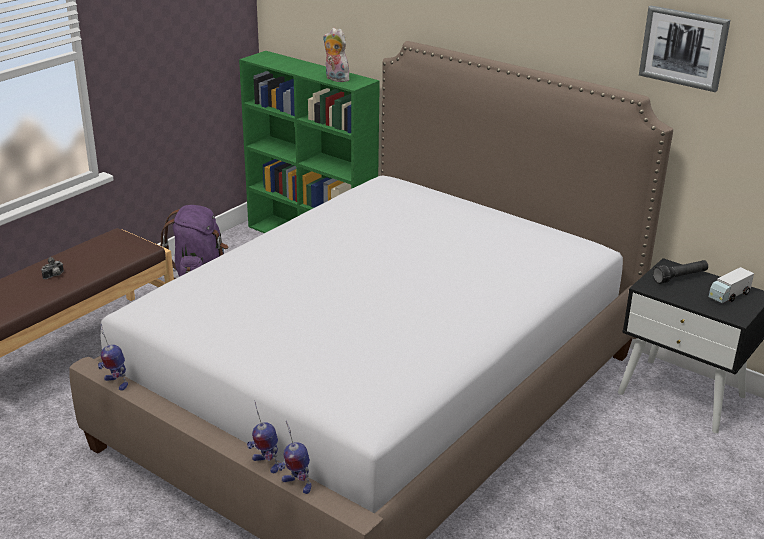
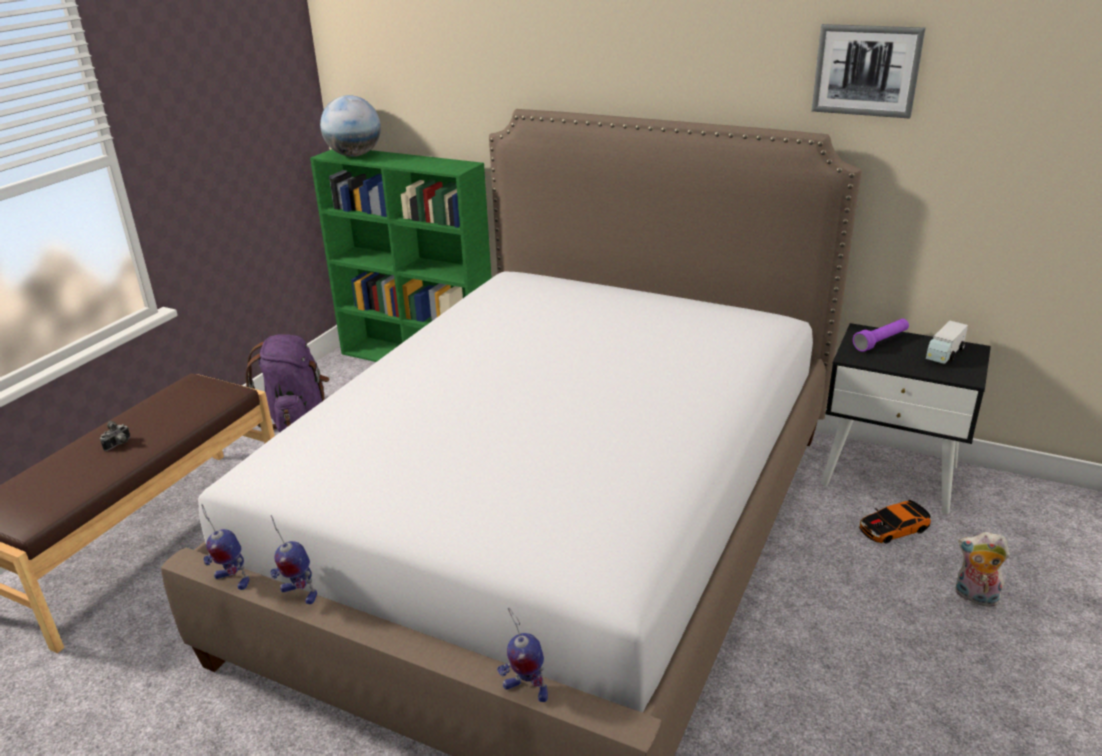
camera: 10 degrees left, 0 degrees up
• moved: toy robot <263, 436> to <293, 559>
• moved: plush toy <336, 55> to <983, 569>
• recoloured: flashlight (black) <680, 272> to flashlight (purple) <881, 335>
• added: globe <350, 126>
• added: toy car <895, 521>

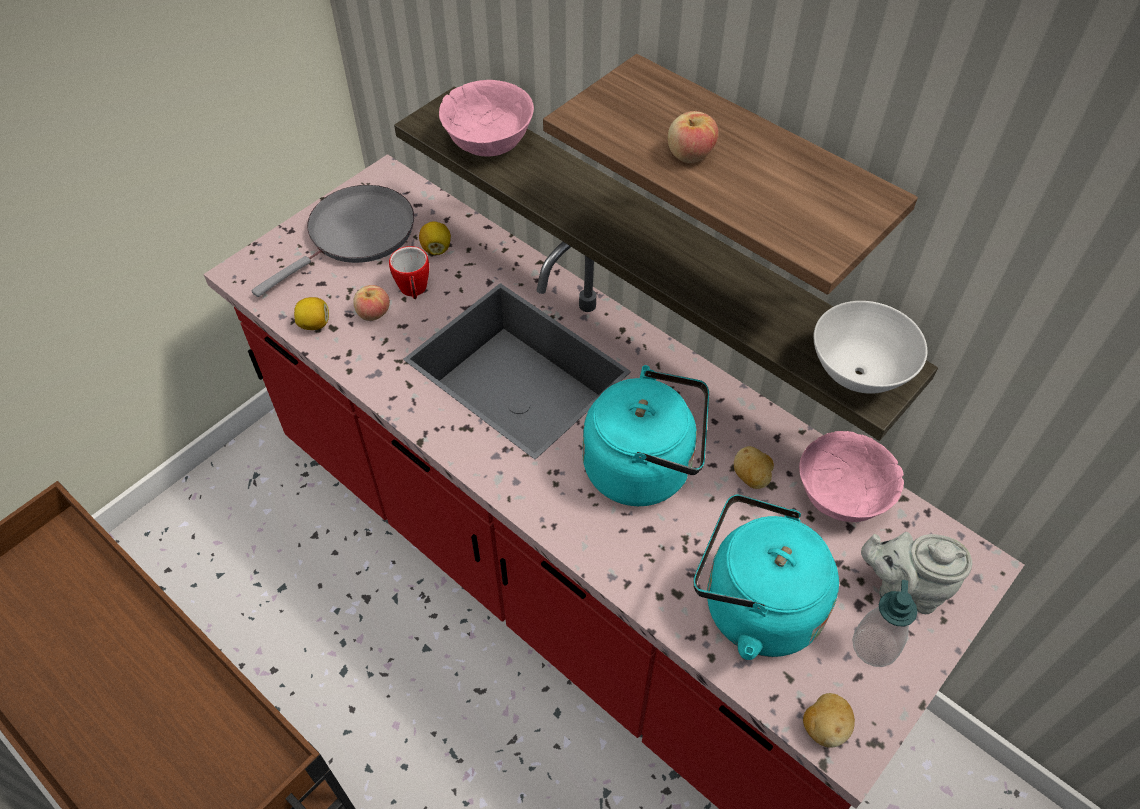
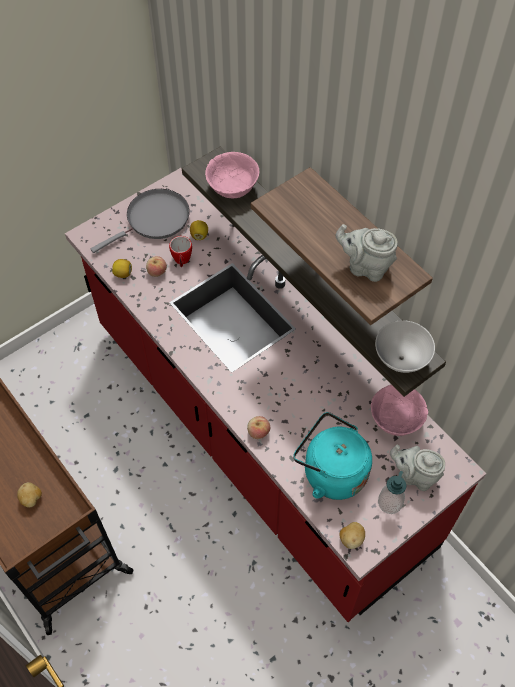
camera: 10 degrees right, 5 degrees up
• removed: kettle (turquoise) <646, 435>
• moved: apple <693, 137> to <258, 427>
• moved: potato <754, 467> to <29, 494>
• added: teapot (grey) <367, 253>

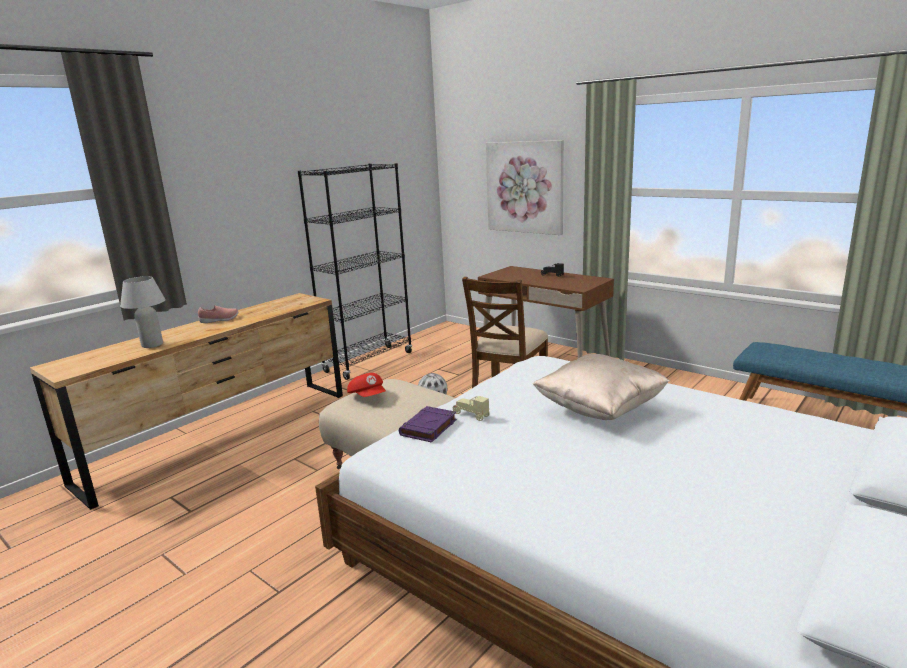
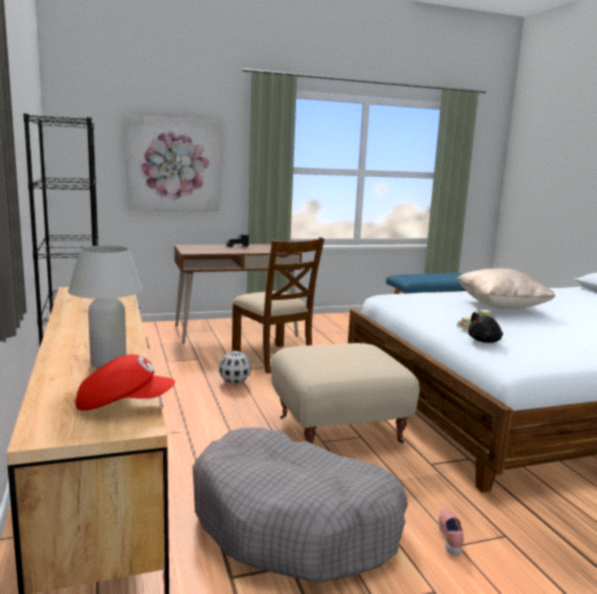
camera: 60 degrees left, 5 degrees down
• moved: shoe (pink) <218, 314> to <451, 532>
• moved: cap (red) <366, 385> to <125, 382>
• replaced: book (purple) <428, 424> to plush toy (black) <485, 327>
• added: dog bed (grey) <300, 505>

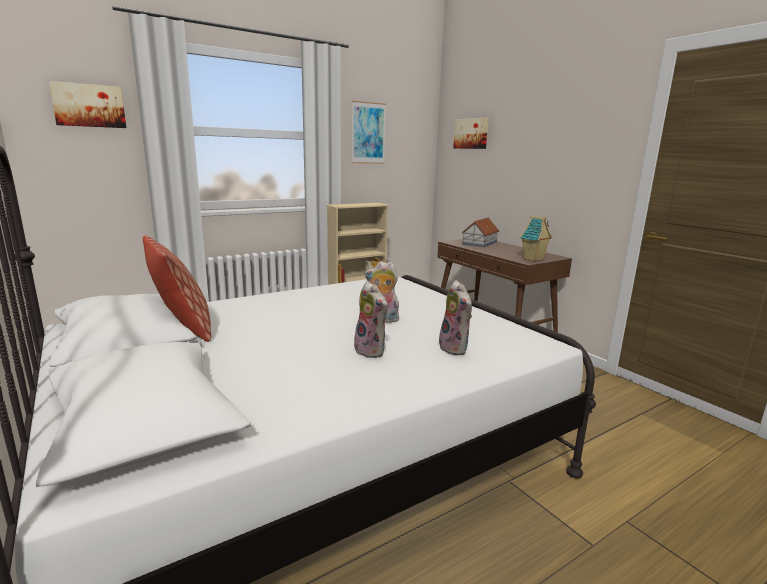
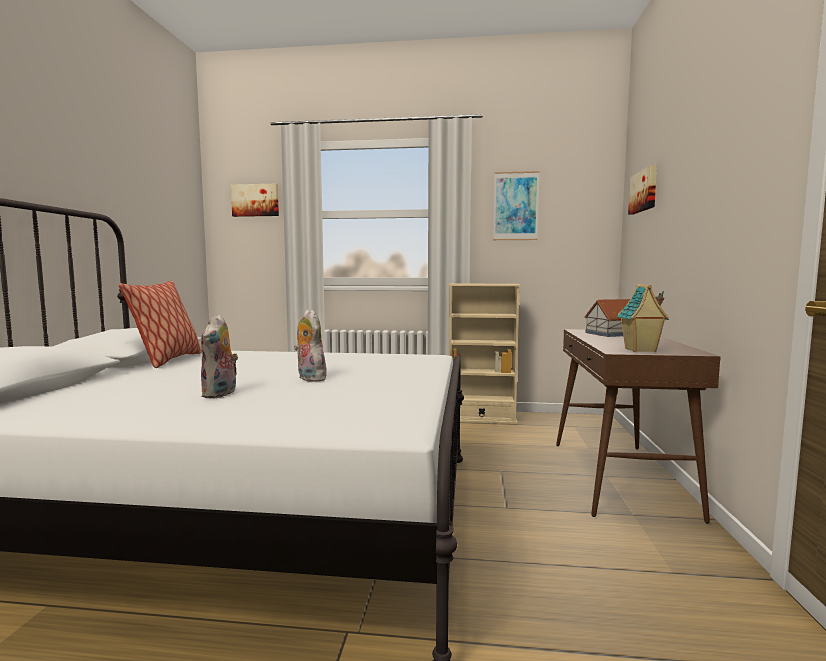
camera: 40 degrees right, 10 degrees down
• removed: plush toy <455, 317>

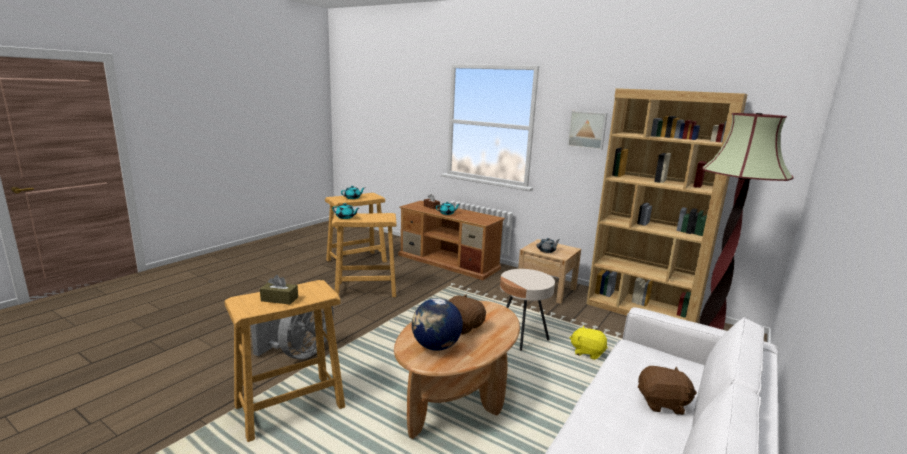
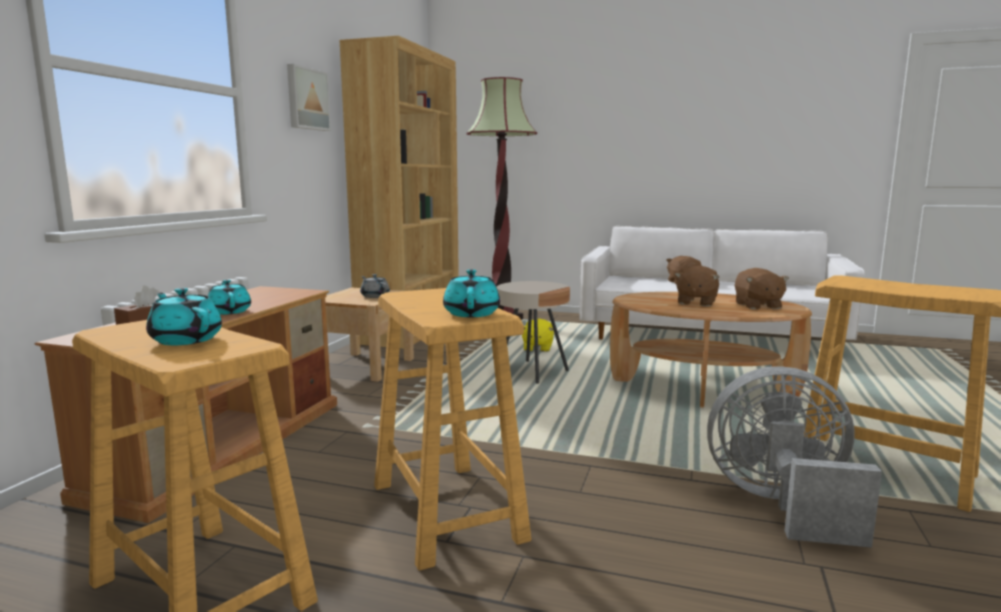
camera: 105 degrees left, 5 degrees down
• removed: tissue box (brown) <279, 290>
• replaced: globe <437, 324> to plush toy (brown) <762, 289>

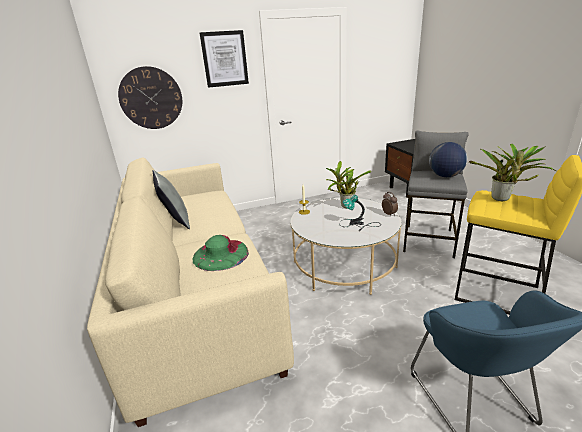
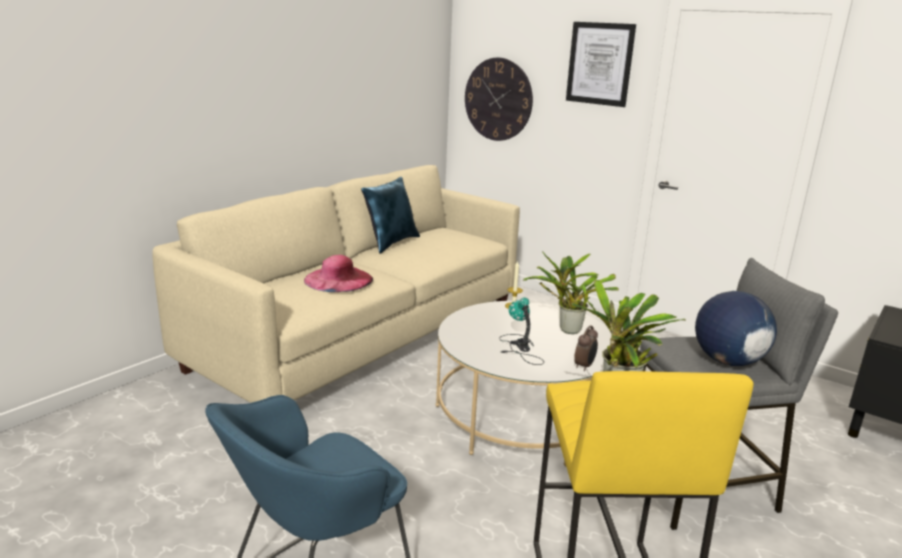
camera: 55 degrees right, 5 degrees down
• recoloured: pillow (grey) <171, 199> to pillow (blue) <390, 215>
• recoloured: hat (green) <220, 253> to hat (pink) <338, 273>

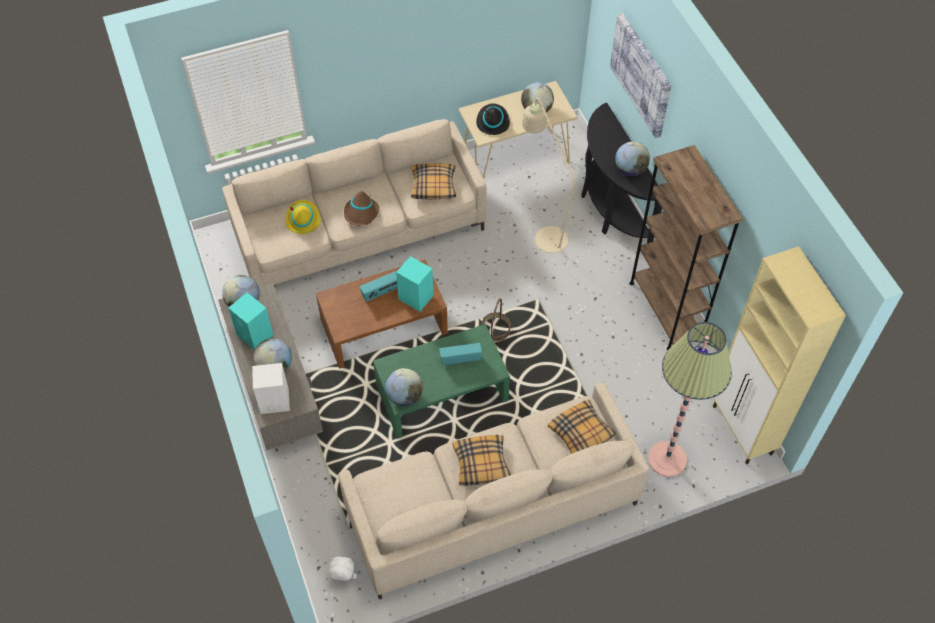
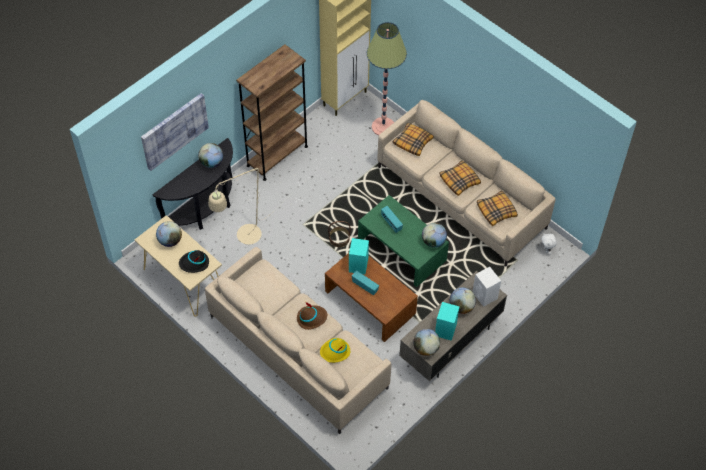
camera: 115 degrees left, 0 degrees up
• moved: pillow <433, 181> to <497, 208>

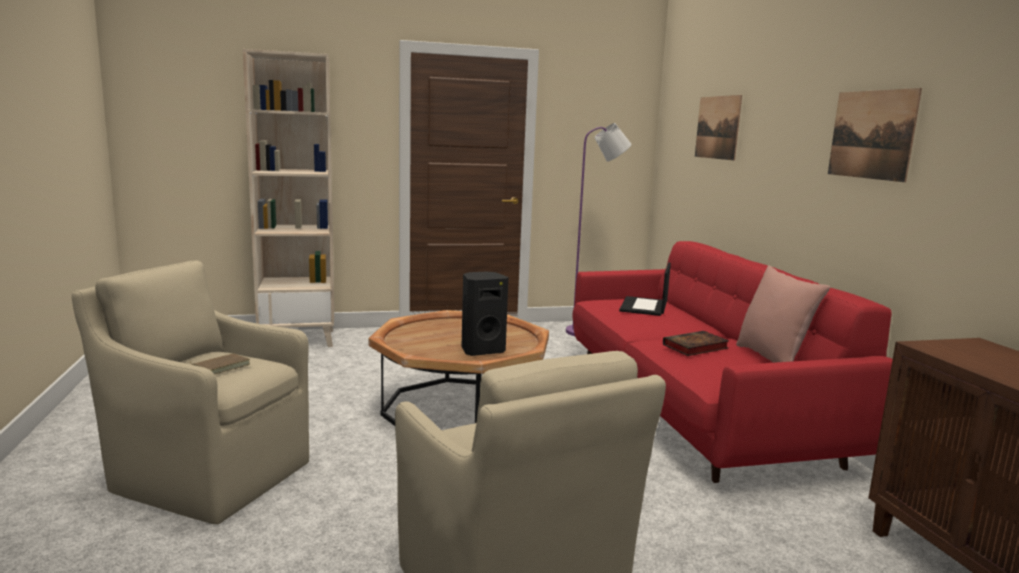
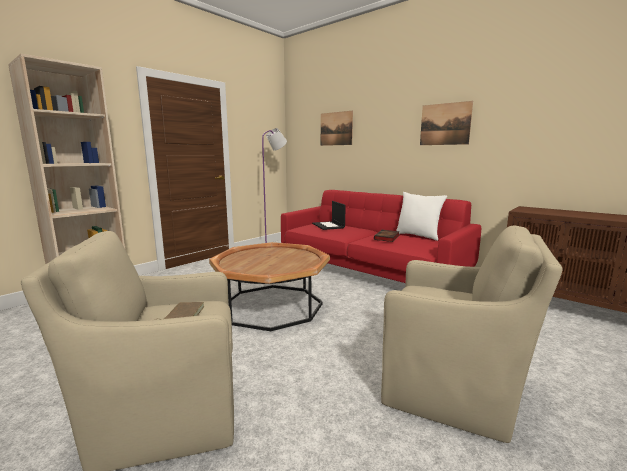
camera: 35 degrees left, 0 degrees up
• removed: speaker (black) <485, 314>
• recoloured: pillow (pink) <783, 314> to pillow (white) <421, 216>

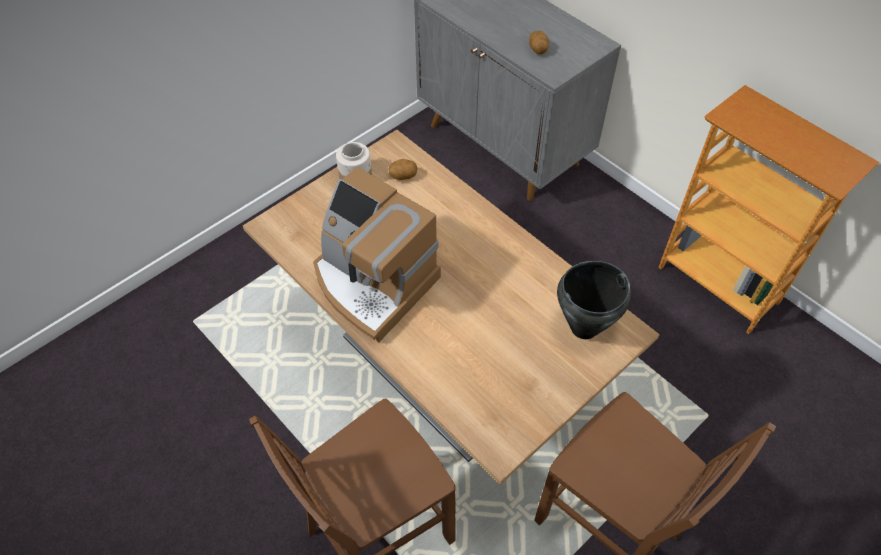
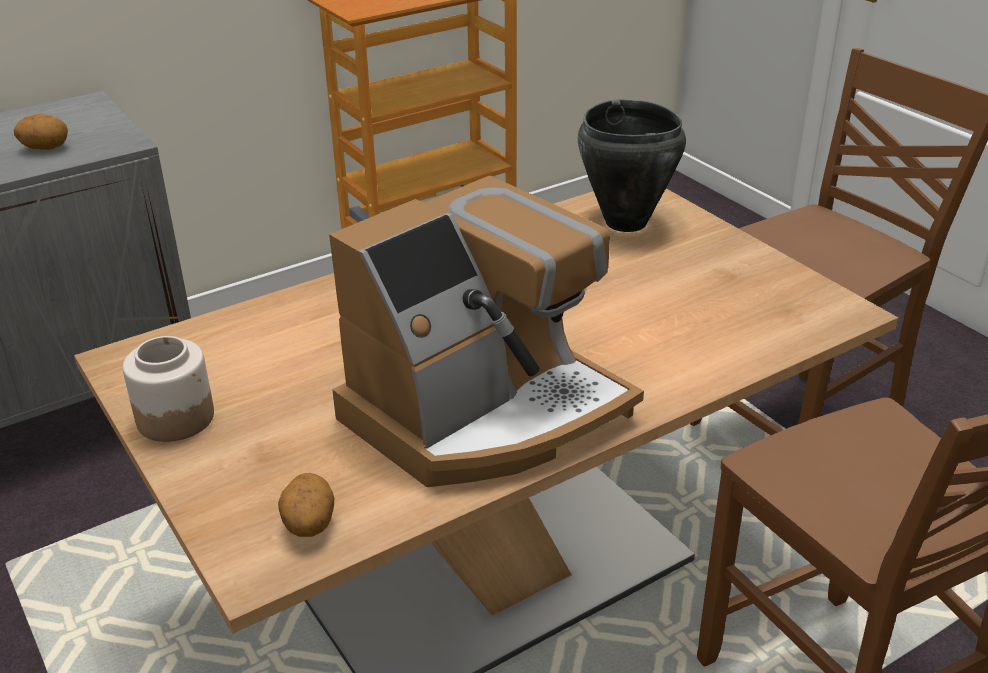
camera: 80 degrees left, 20 degrees down
• moved: potato <403, 169> to <306, 505>

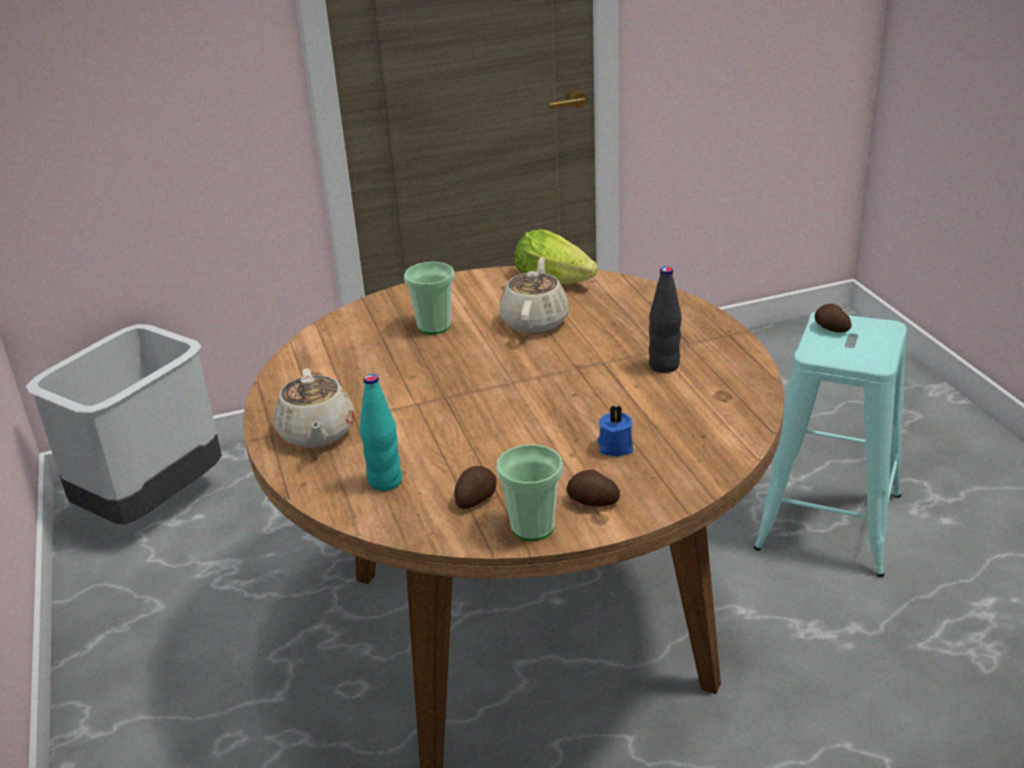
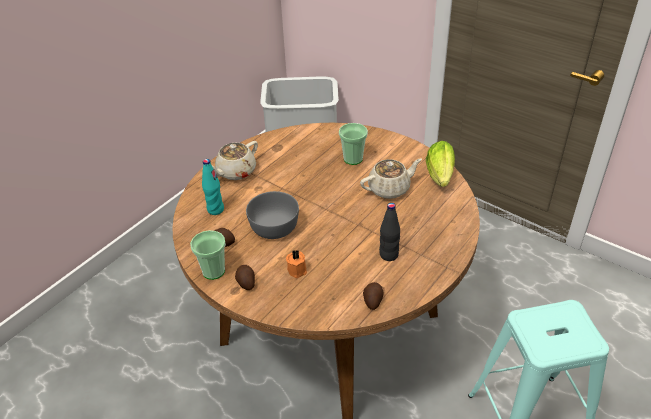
camera: 55 degrees right, 10 degrees up
• recoloured: candle (blue) <615, 430> to candle (orange) <296, 264>
• moved: potato <833, 318> to <373, 296>
• added: bowl (grey) <272, 215>

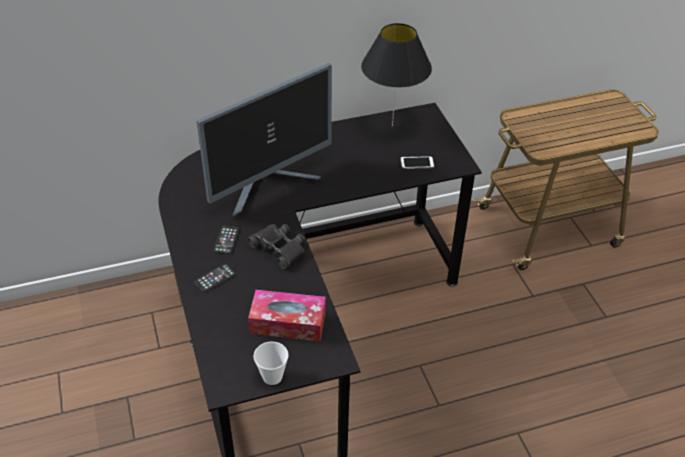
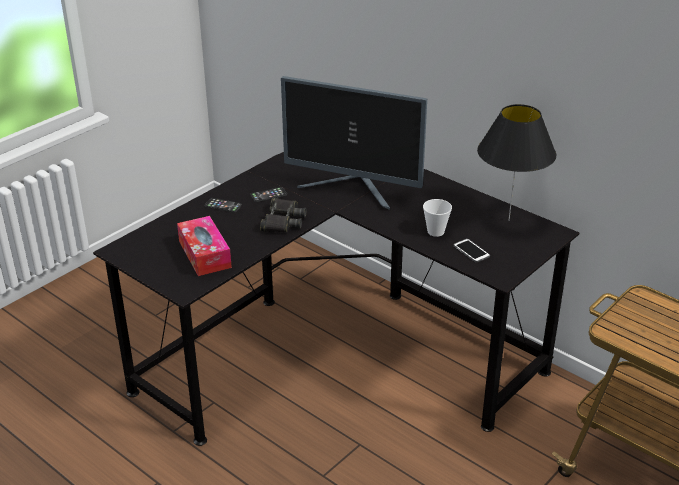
camera: 60 degrees right, 10 degrees down
• moved: cup <271, 363> to <437, 218>

